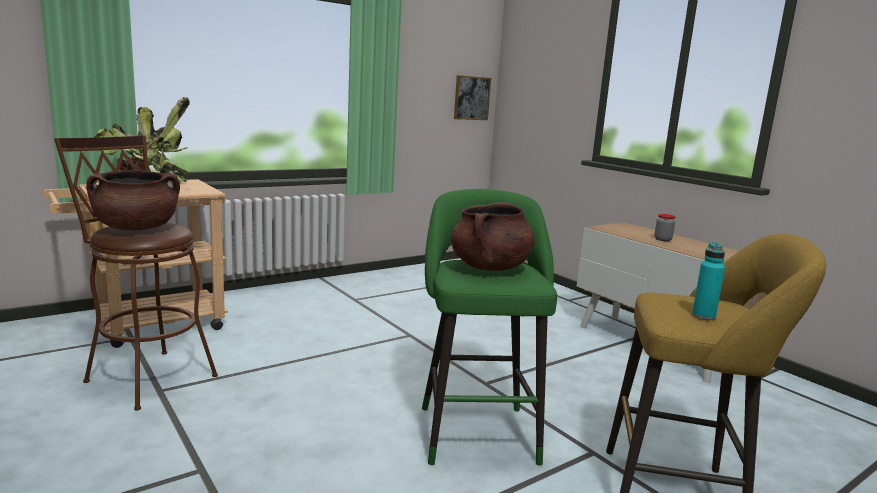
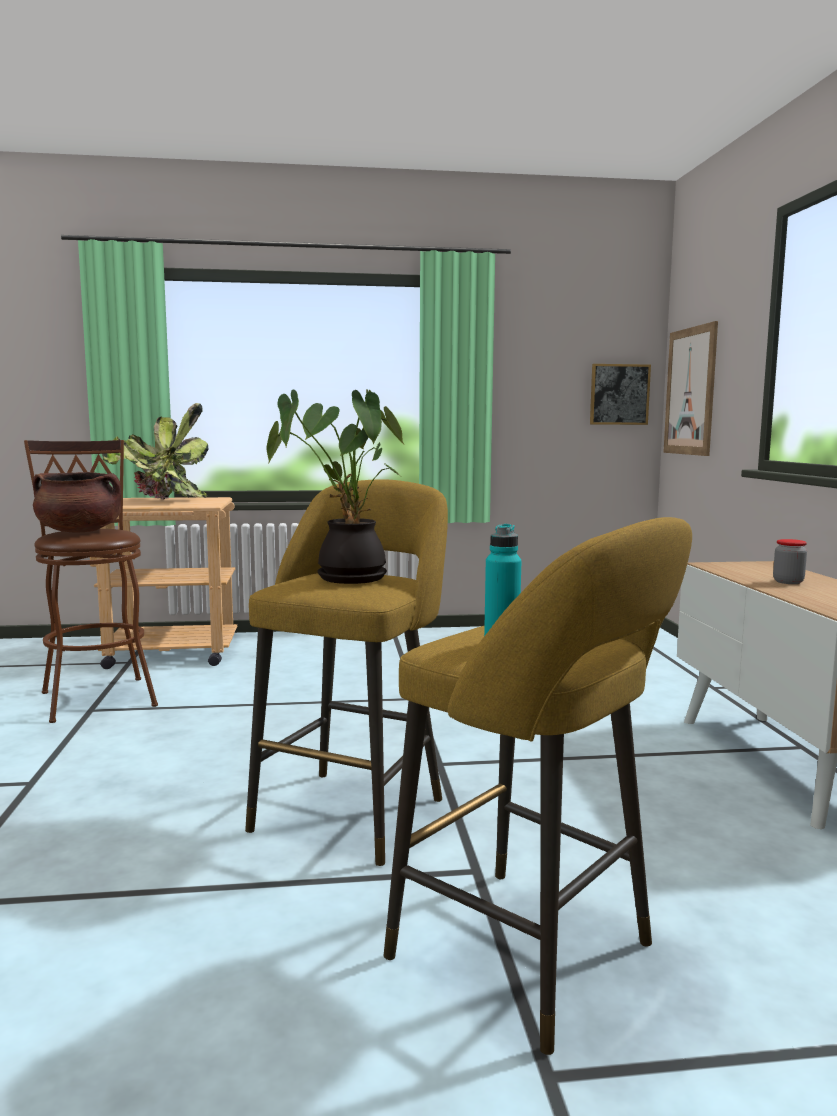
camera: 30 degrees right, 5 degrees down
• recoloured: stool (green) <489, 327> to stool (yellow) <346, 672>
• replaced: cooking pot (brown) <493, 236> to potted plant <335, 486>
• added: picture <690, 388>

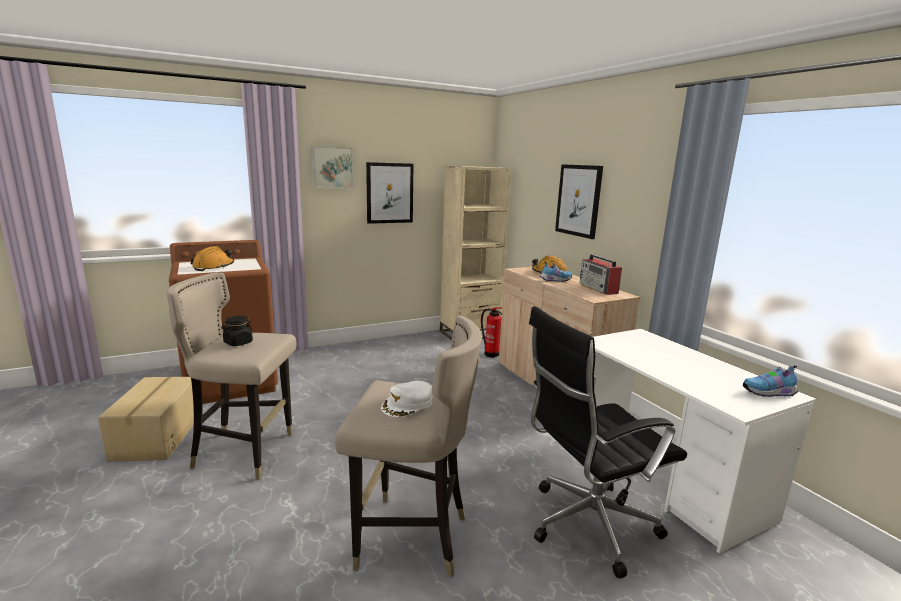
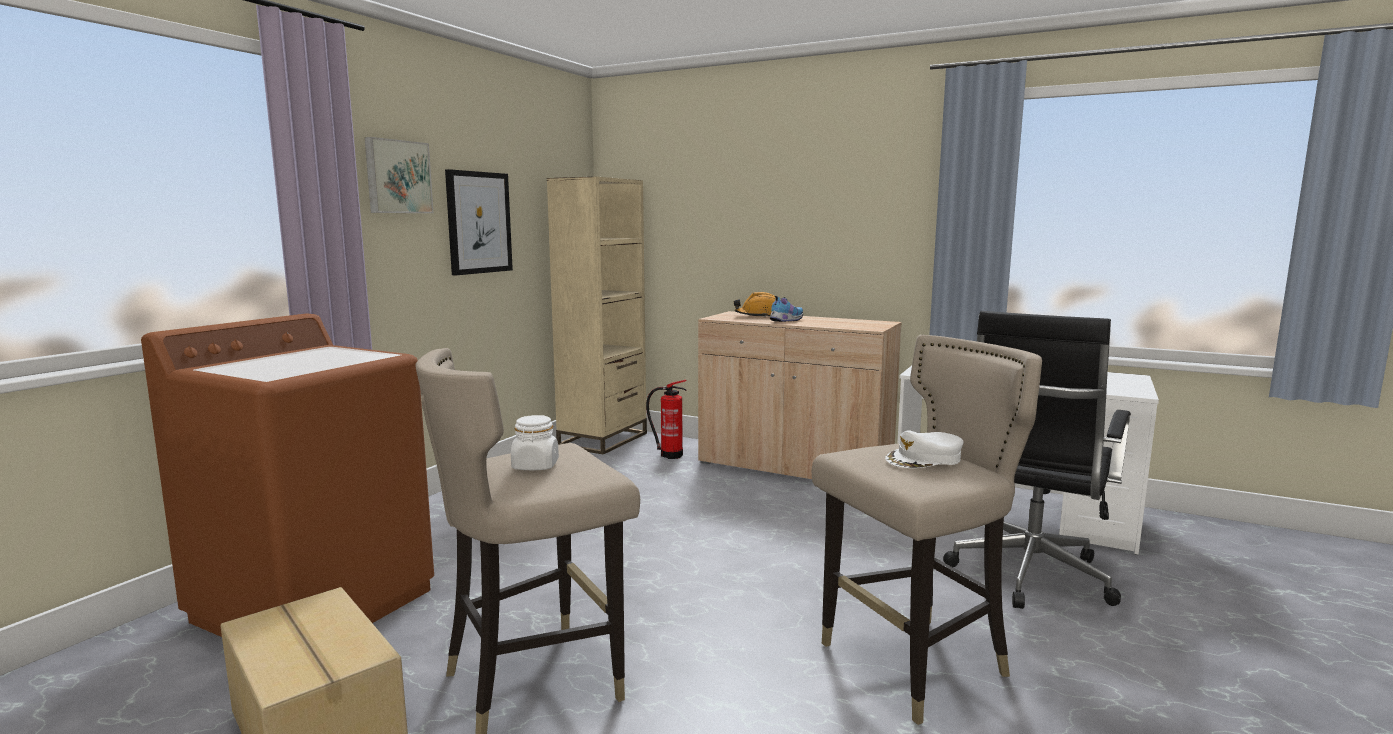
camera: 35 degrees left, 5 degrees down
• removed: hard hat (orange) <212, 258>
• recoloured: jar (black) <237, 331> to jar (white) <535, 442>
• turned: cap (white) <406, 399> = <924, 449> 60 degrees clockwise
• removed: picture <579, 201>
• removed: radio <601, 274>
• removed: shoe <770, 381>

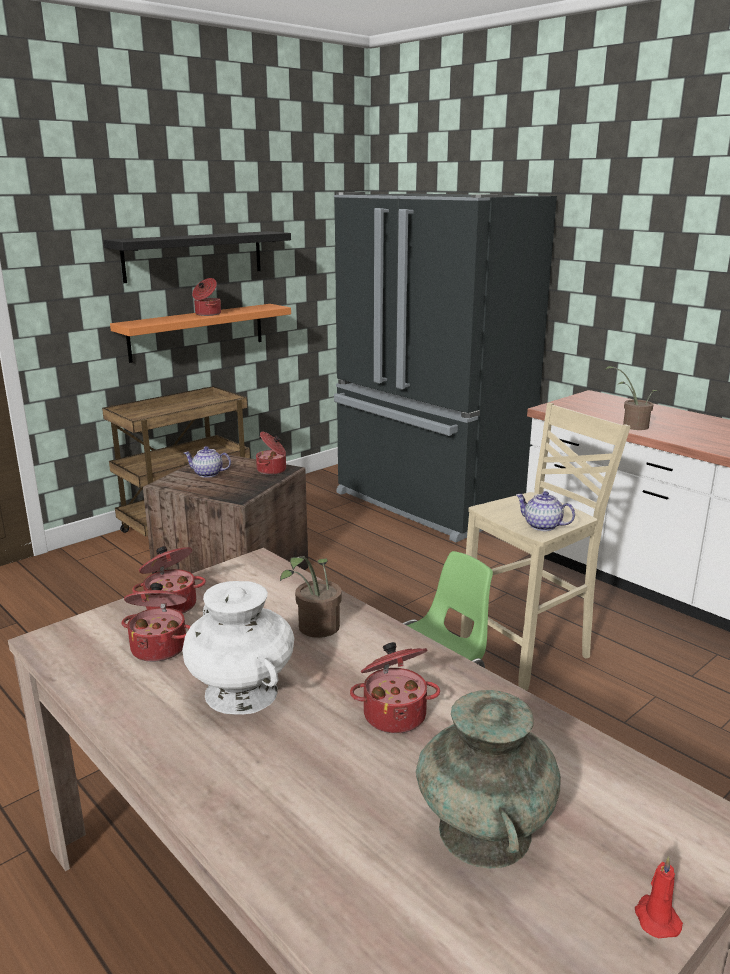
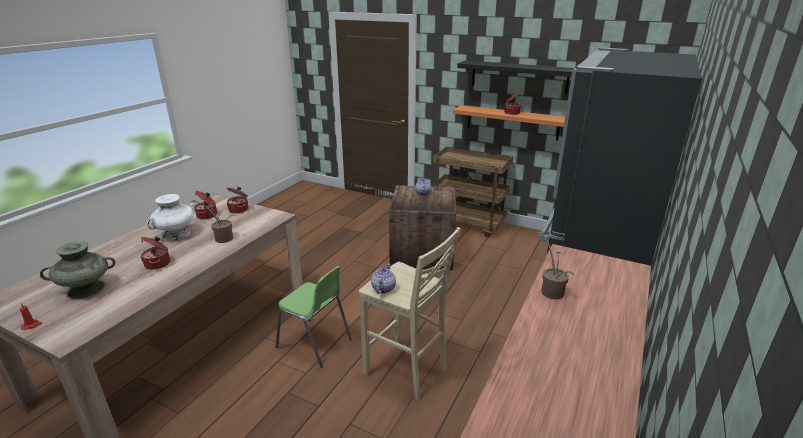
camera: 70 degrees right, 5 degrees up
• removed: cooking pot <271, 453>

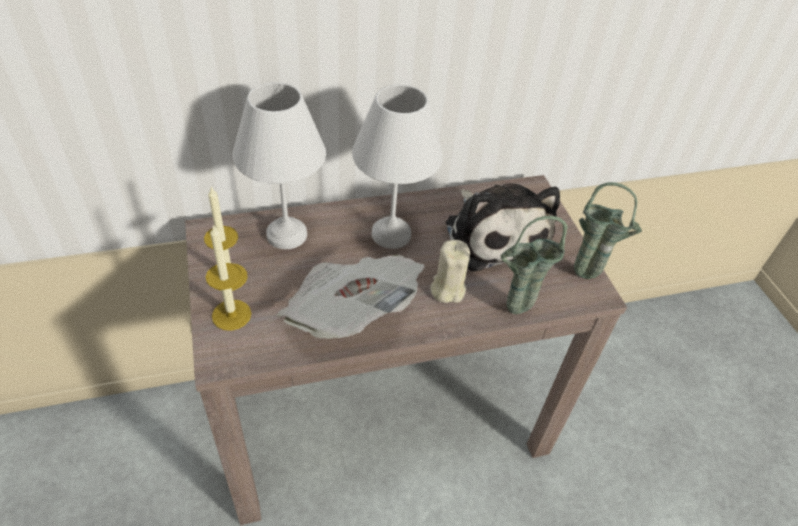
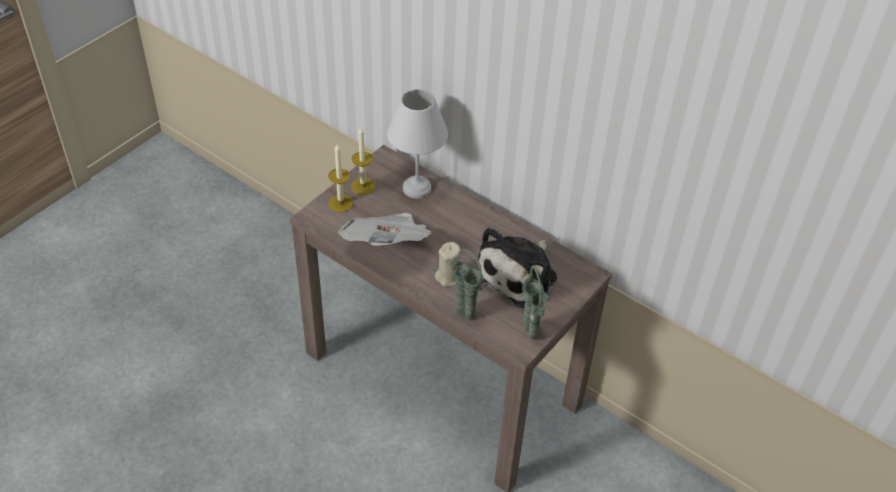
camera: 55 degrees right, 0 degrees up
• removed: table lamp (white) <397, 166>

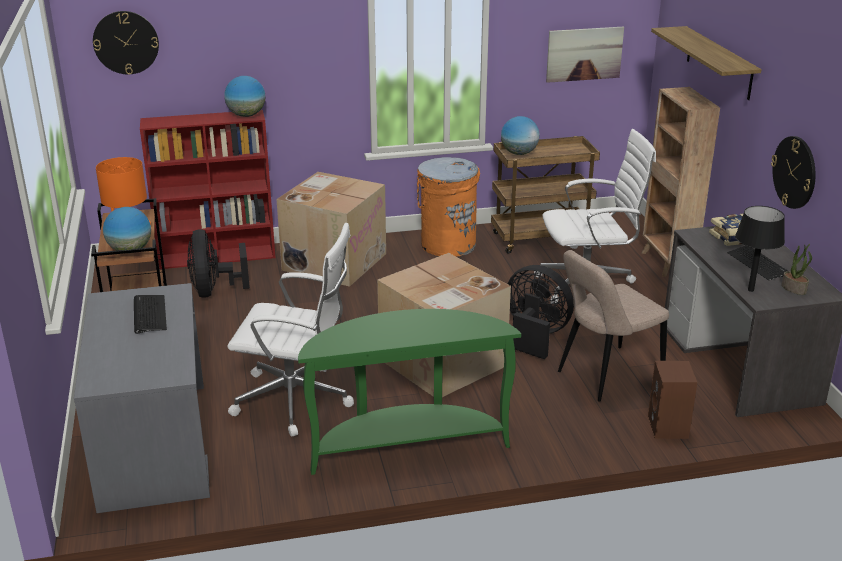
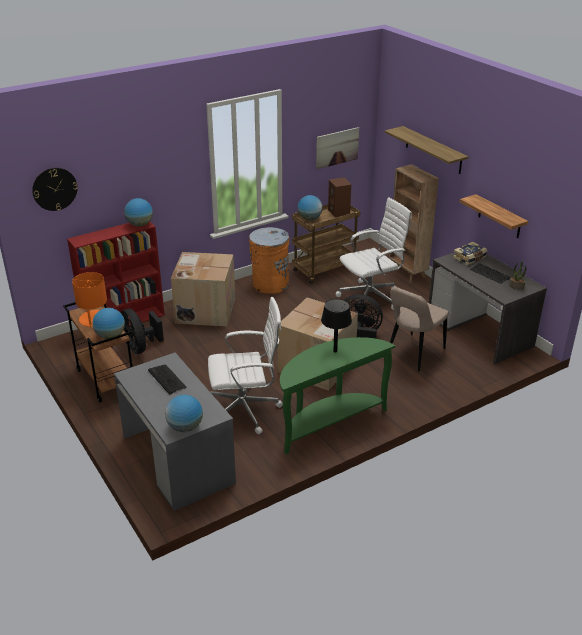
camera: 20 degrees left, 5 degrees up
• moved: speaker (brown) <672, 400> to <339, 197>
• moved: table lamp (black) <760, 249> to <336, 326>
• replaced: wall clock <793, 172> to shelf <494, 216>
• added: globe <184, 413>

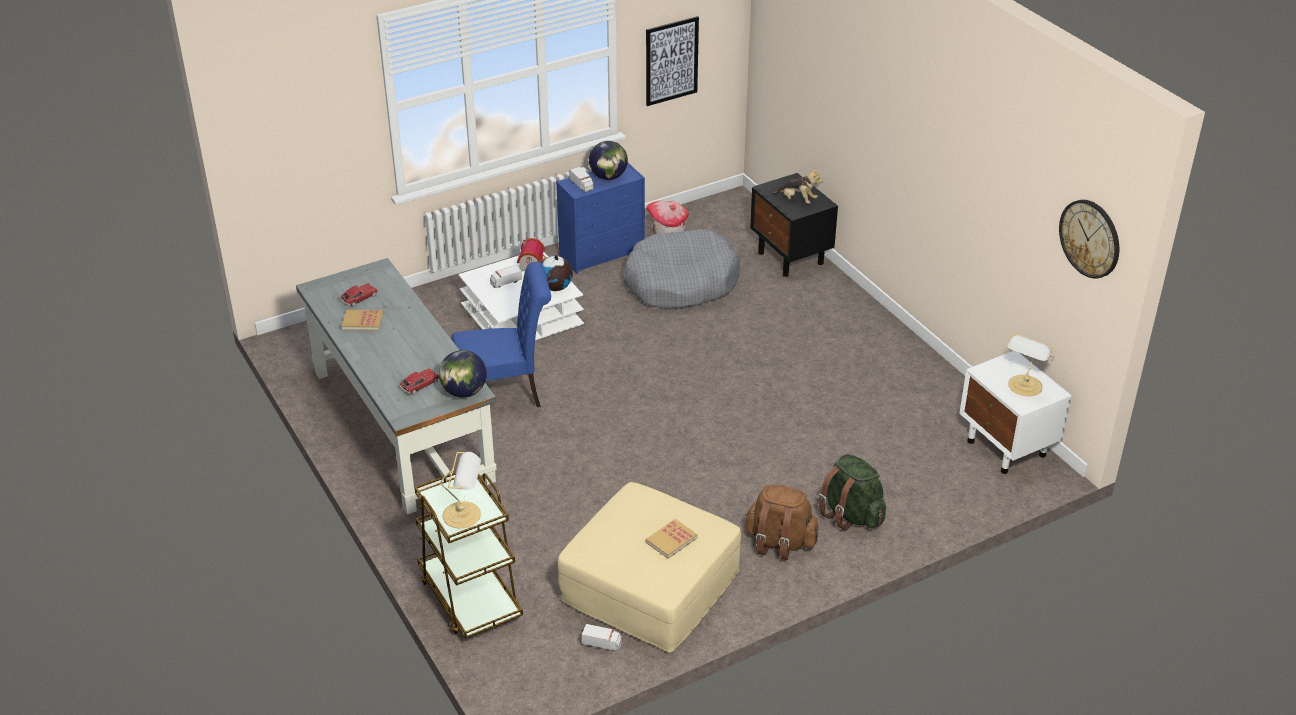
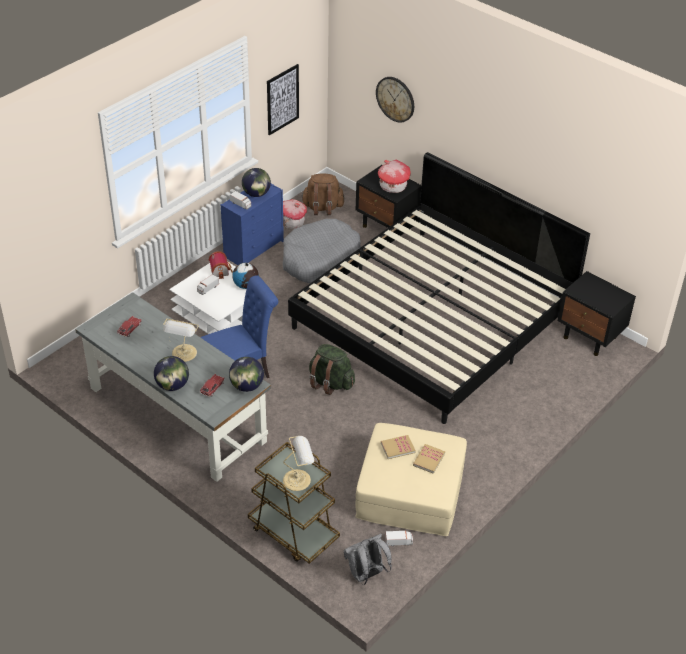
camera: 20 degrees left, 5 degrees up
• moved: book <362, 320> to <398, 447>
• moved: backpack (brown) <781, 522> to <323, 194>
• replaced: plush toy <797, 185> to toy house <394, 176>
• moved: backpack (green) <852, 492> to <332, 369>
• recoloured: nightstand (white) <1015, 412> to nightstand (black) <597, 313>
• moved: table lamp <1032, 364> to <181, 340>
• moved: wall clock <1089, 239> to <395, 99>
• added: globe <171, 373>
• added: bed <439, 288>
• added: backpack (grey) <368, 559>

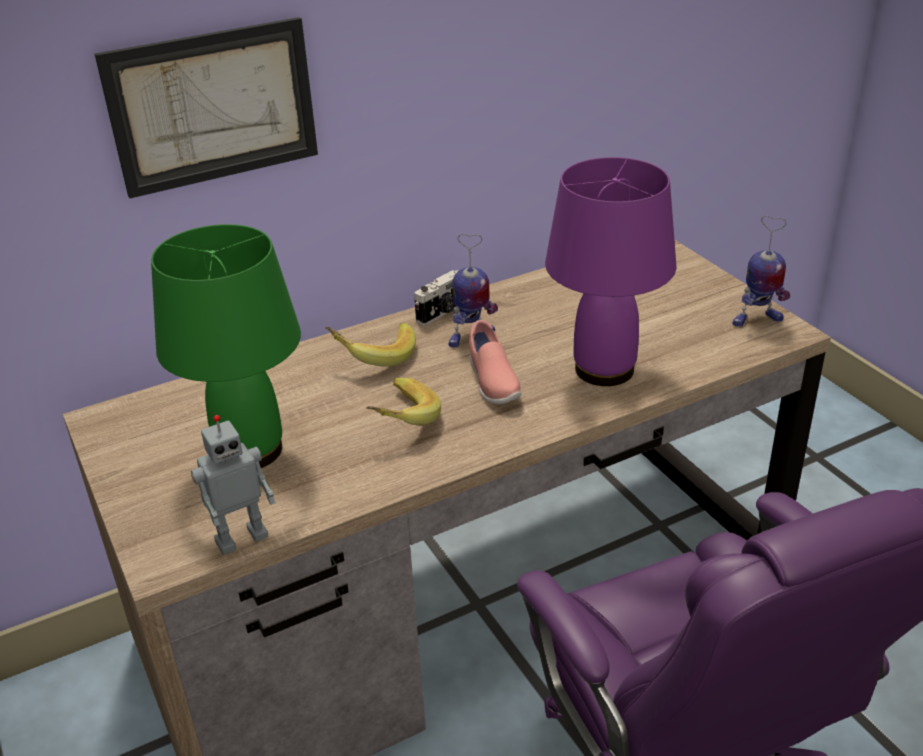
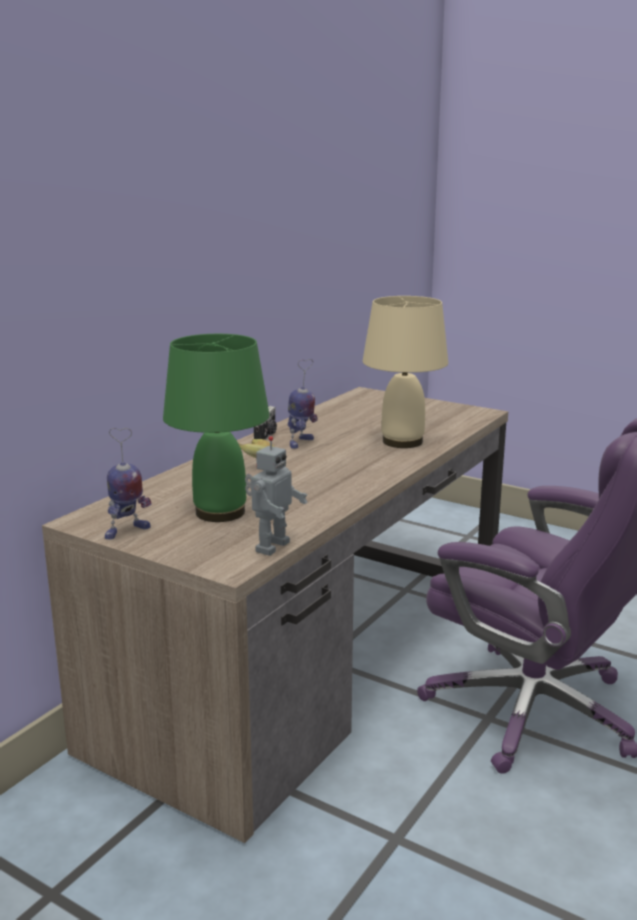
camera: 30 degrees left, 15 degrees down
• removed: picture <206, 107>
• removed: banana <404, 402>
• removed: shoe (pink) <495, 362>
• recoloured: table lamp (purple) <610, 271> to table lamp (beige) <405, 372>
• moved: toy robot <761, 271> to <128, 484>

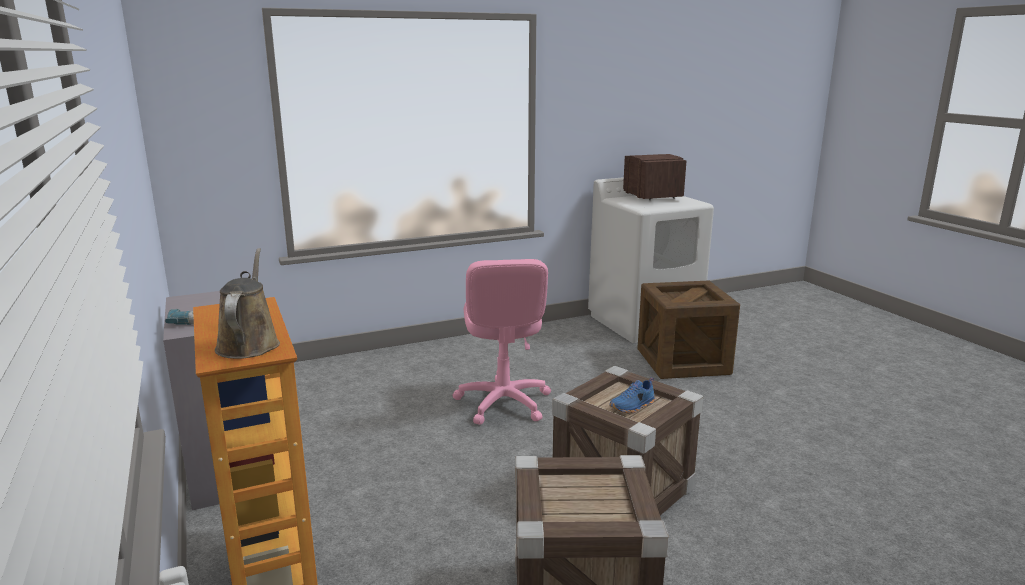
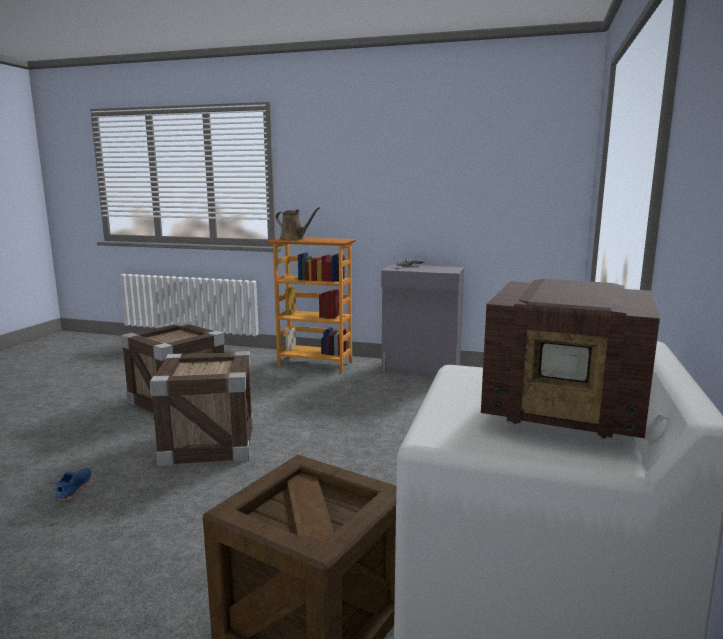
camera: 130 degrees right, 5 degrees down
• removed: office chair (pink) <501, 342>
• moved: shoe (blue) <632, 395> to <73, 484>

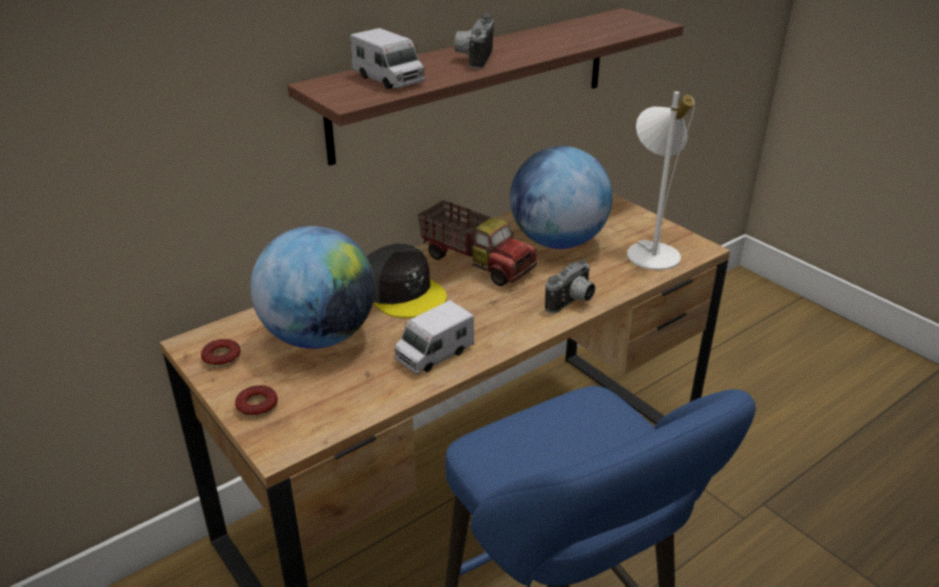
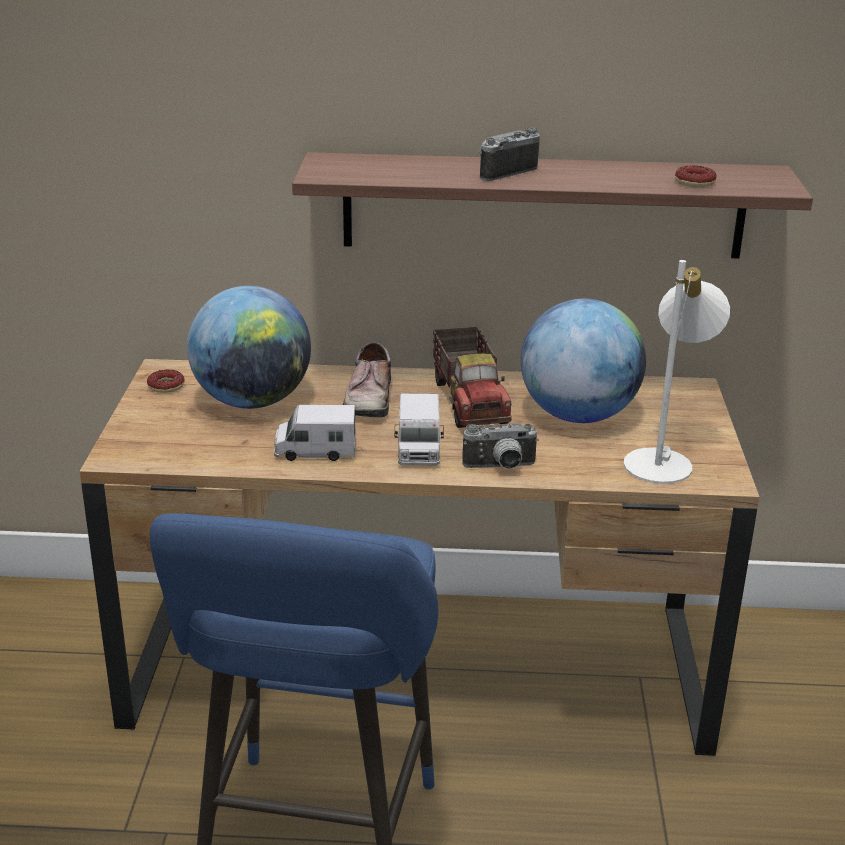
camera: 40 degrees right, 5 degrees down
• moved: donut <256, 401> to <696, 176>
• moved: toy truck <387, 58> to <419, 429>
• replaced: cap (grey) <407, 280> to shoe <367, 379>

